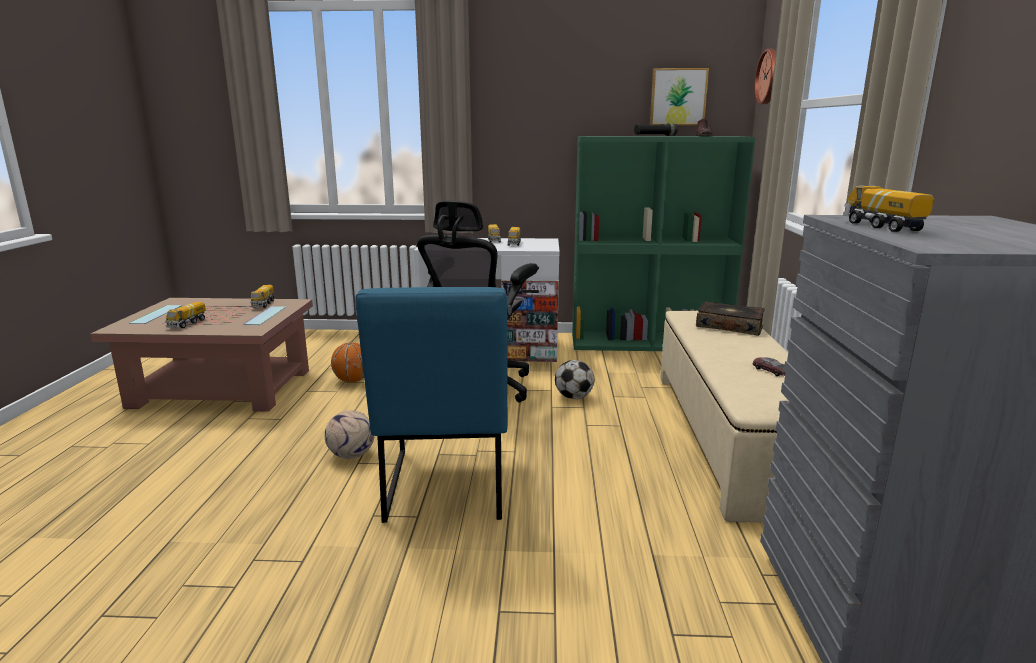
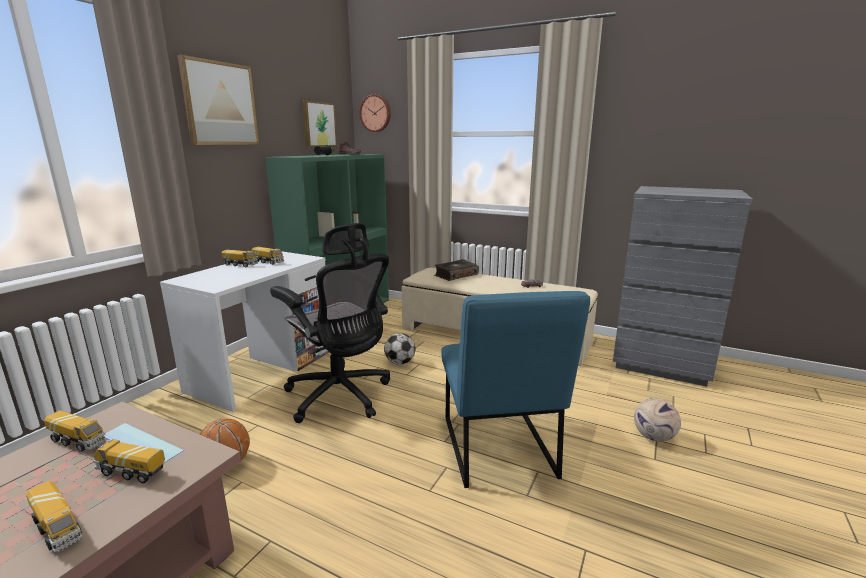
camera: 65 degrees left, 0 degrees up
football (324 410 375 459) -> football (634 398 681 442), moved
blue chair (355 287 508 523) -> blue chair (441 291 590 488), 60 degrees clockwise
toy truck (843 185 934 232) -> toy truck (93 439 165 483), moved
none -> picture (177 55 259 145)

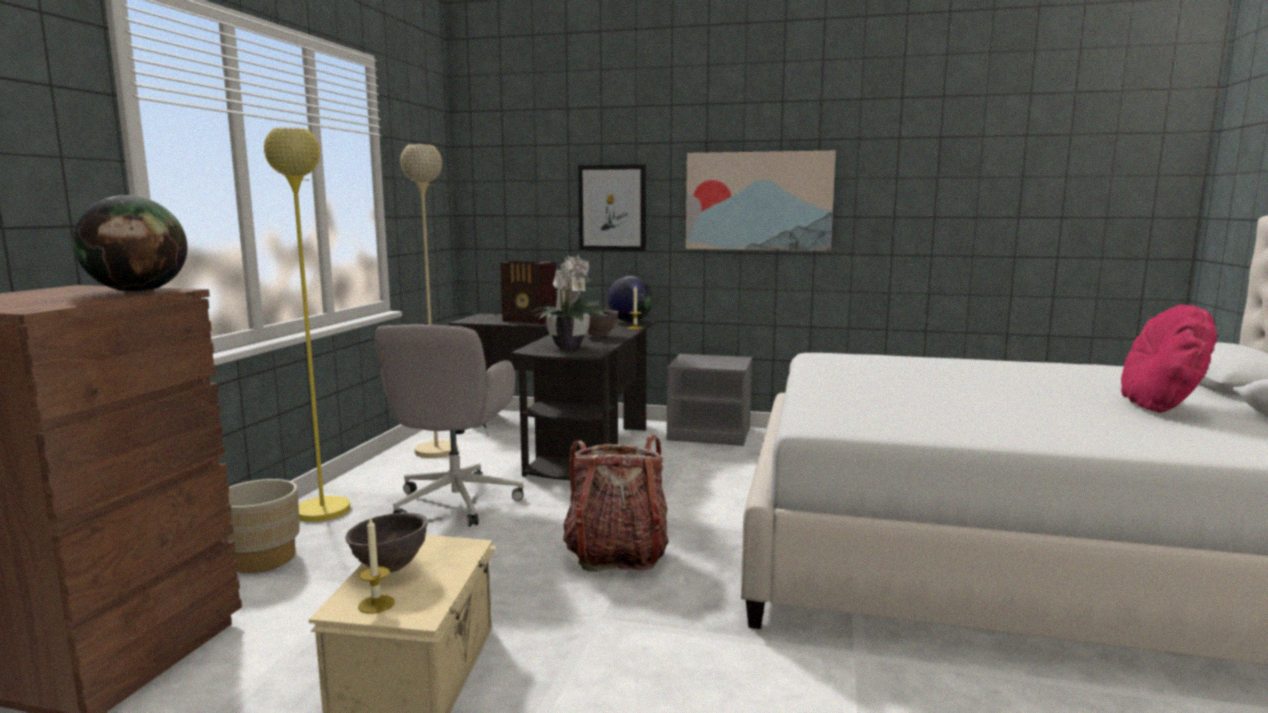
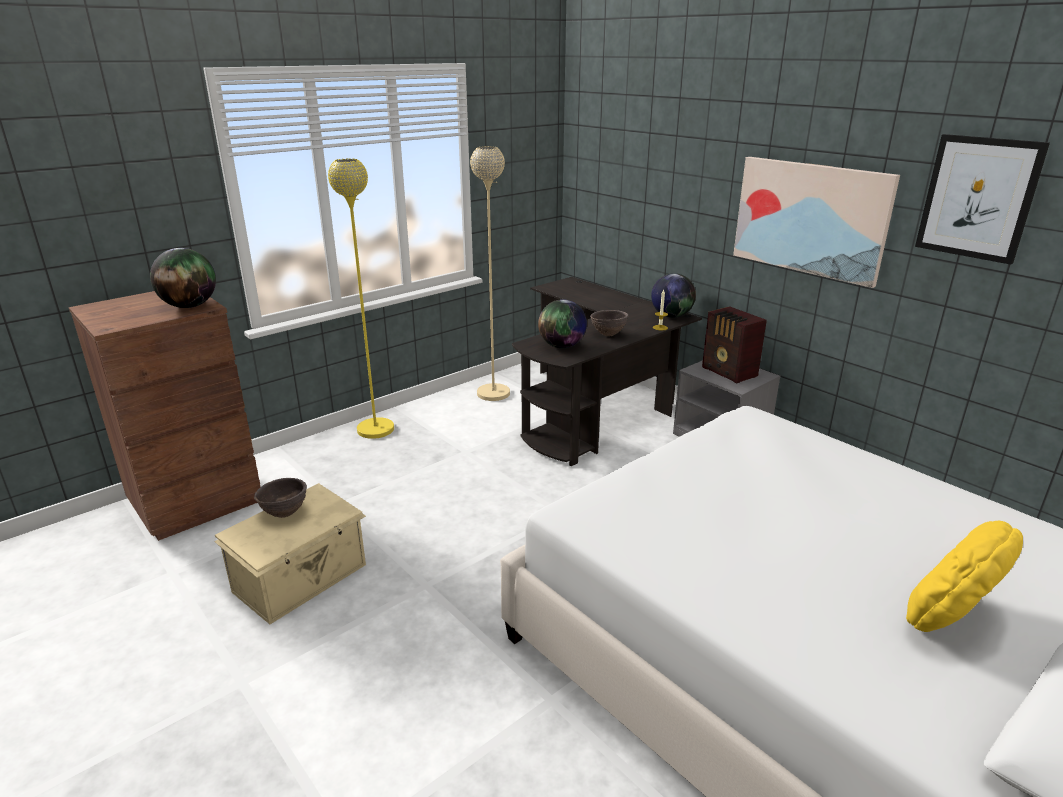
camera: 35 degrees right, 15 degrees up
beige planter (228 479 300 573) -> none
candle (358 517 395 614) -> none
grey office chair (374 324 523 527) -> none
radio (500 260 557 324) -> radio (702 306 767 383), moved
potted plant (531 255 607 350) -> globe (538 299 587 348)
backpack (563 434 669 572) -> none
picture (578 164 646 251) -> picture (915 134 1050 265), moved
pink pillow (1121 305 1217 413) -> yellow pillow (906 521 1023 632)

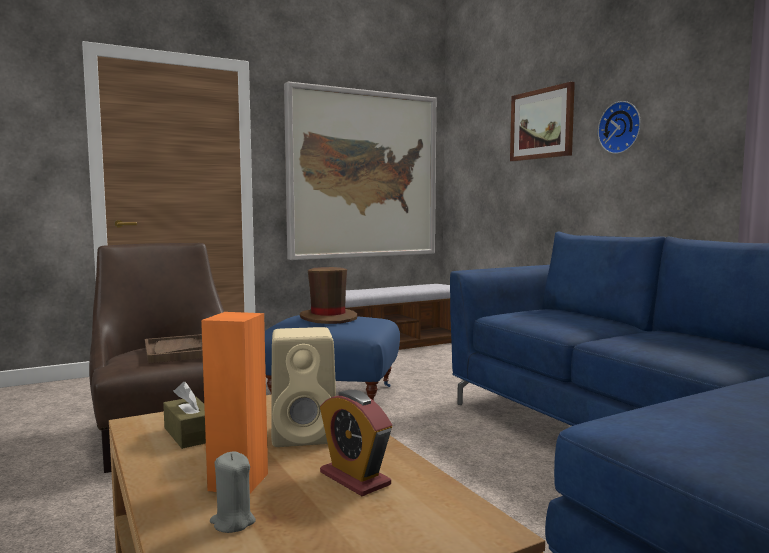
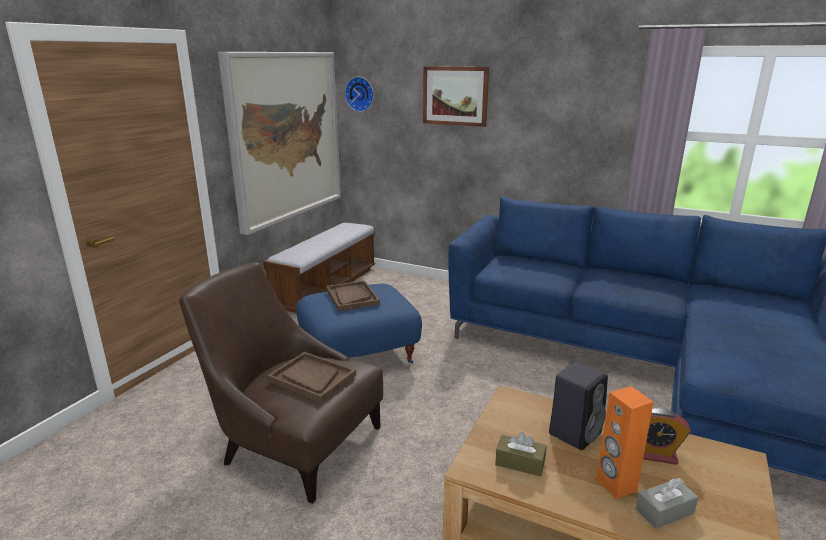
camera: 35 degrees left, 15 degrees up
grey candle (210 451 256 533) -> grey tissue box (636 478 698 529)
beige speaker (271 327 336 447) -> black speaker (549 362 608 450)
brown hat (300 267 357 324) -> brown tray (326 281 380 311)
wall clock (598 101 641 154) -> wall clock (345 77 374 112), moved

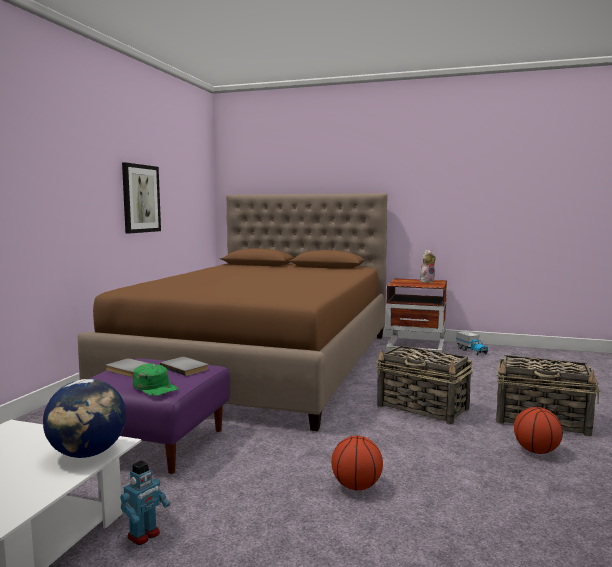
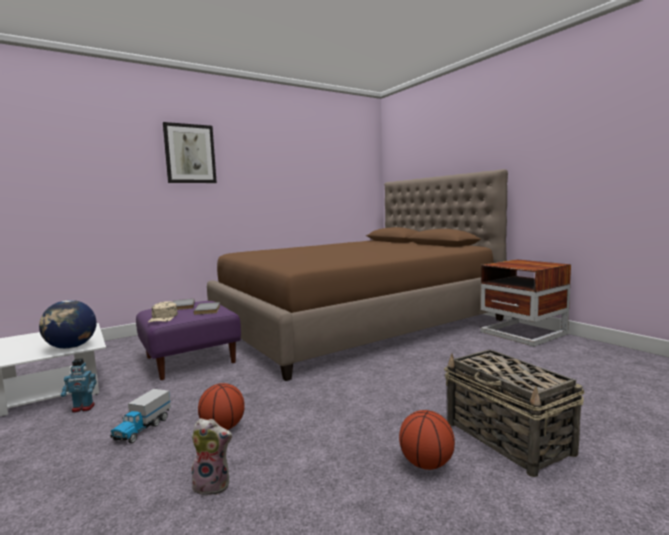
camera: 40 degrees right, 0 degrees up
picture (122 162 161 234) -> picture (163 122 217 183), moved
green cap (133 363 179 396) -> beige cap (148 301 178 323)
basket (376 345 473 425) -> none
plush toy (420 250 436 283) -> plush toy (190 418 232 496), moved
toy truck (456 331 488 355) -> toy truck (110 389 171 443), moved

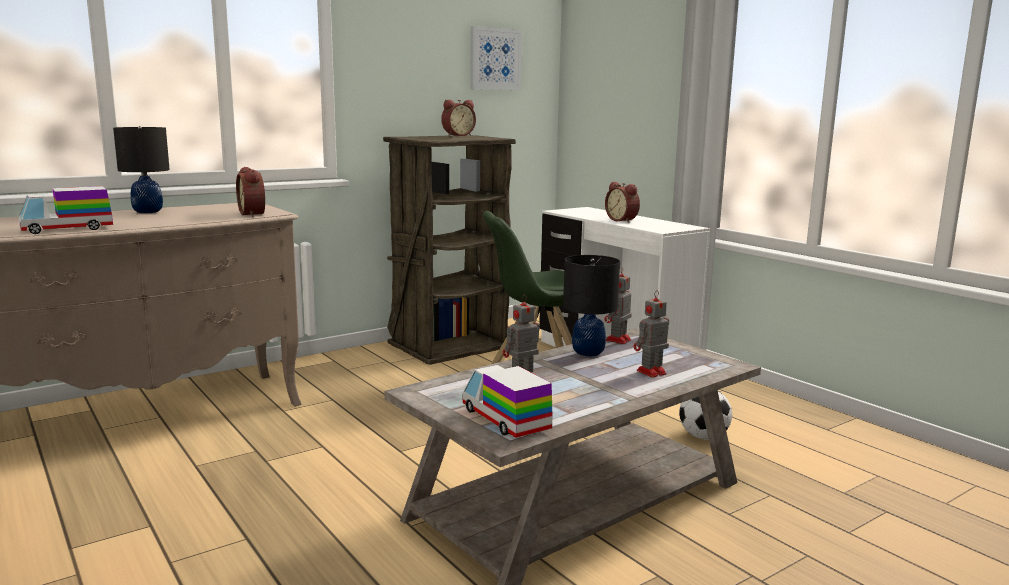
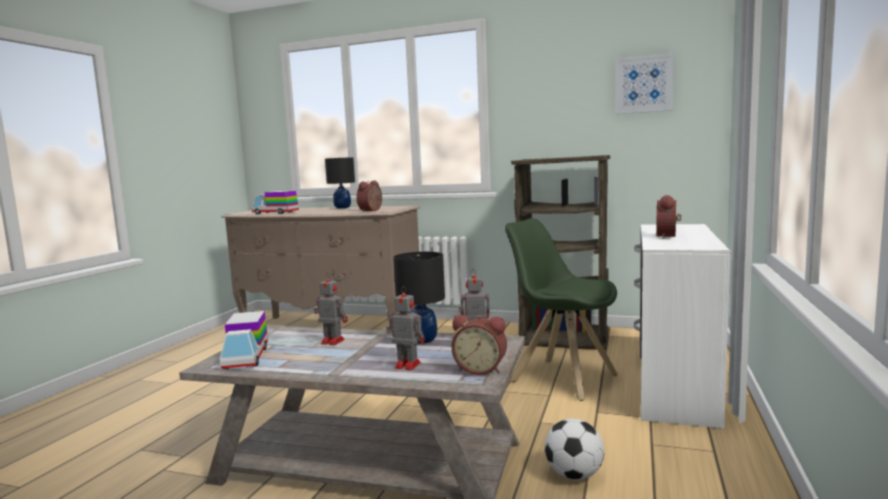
camera: 55 degrees right, 5 degrees down
alarm clock (441 100 476 136) -> alarm clock (452 315 507 375), moved
toy truck (463 365 553 438) -> toy truck (220 311 268 369), 150 degrees clockwise

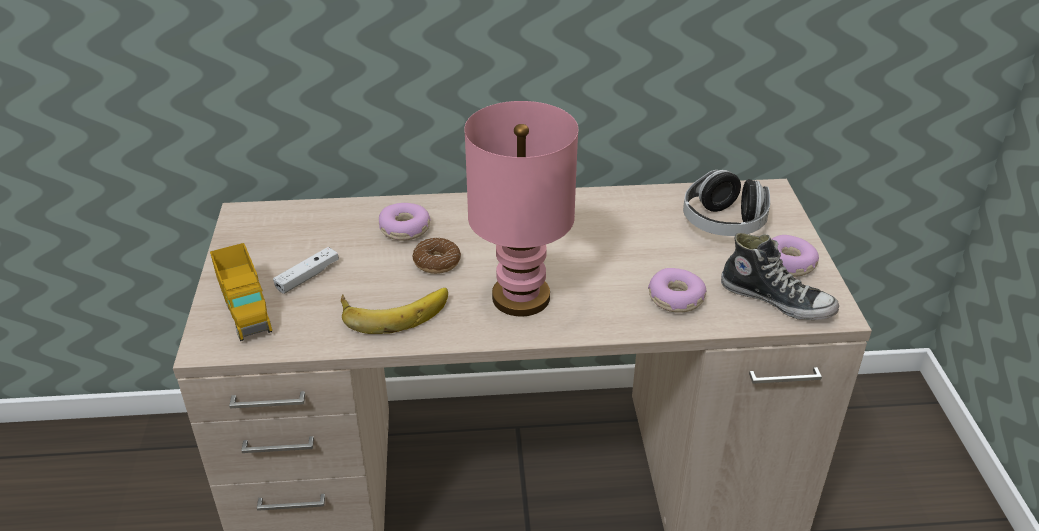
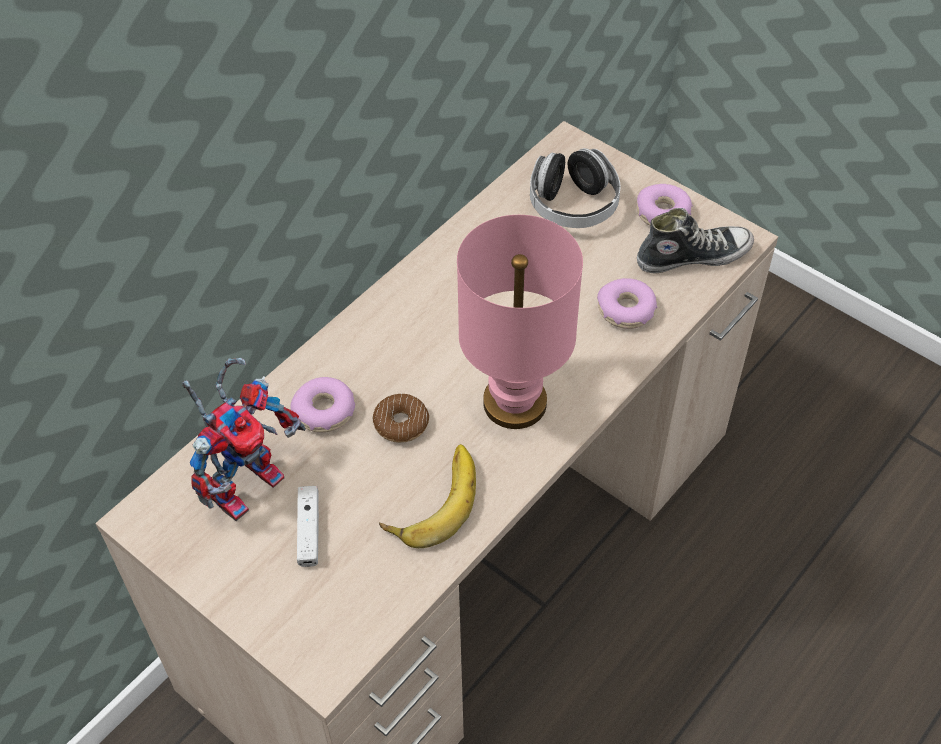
camera: 45 degrees left, 15 degrees up
toy truck (210 243 272 341) -> none
none -> toy robot (182 358 306 521)

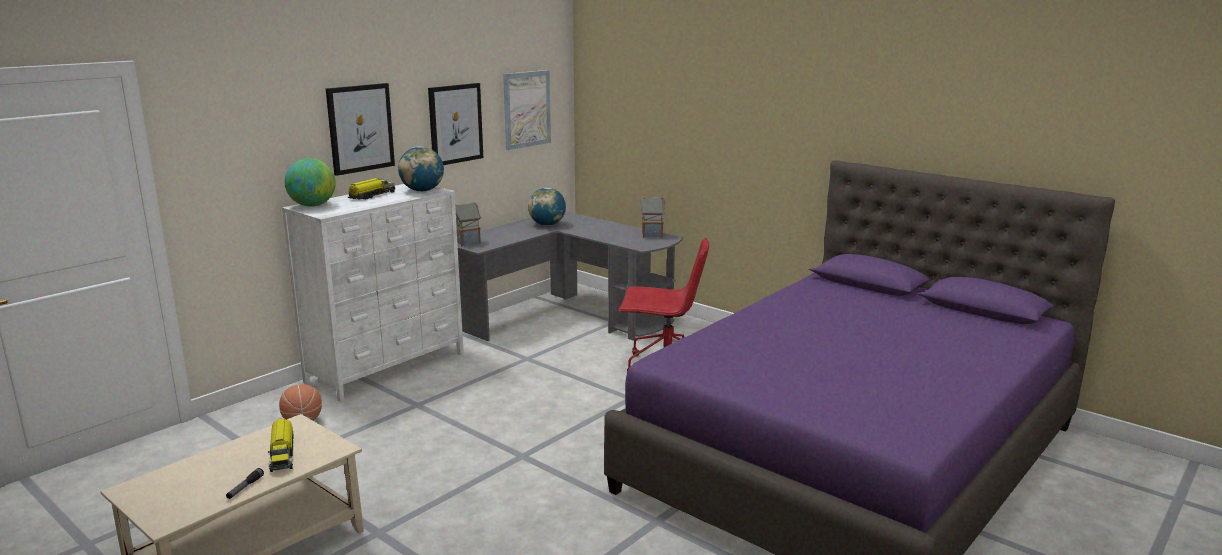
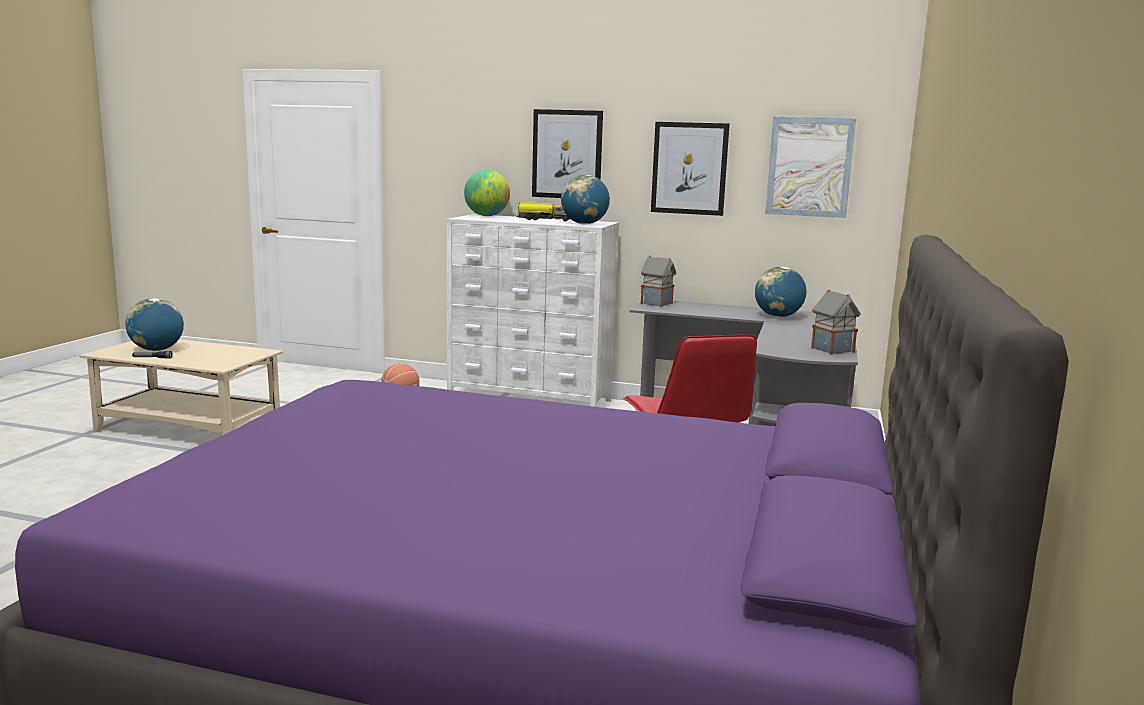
camera: 65 degrees right, 5 degrees down
toy truck (268 418 294 472) -> none
none -> globe (126 298 184 351)

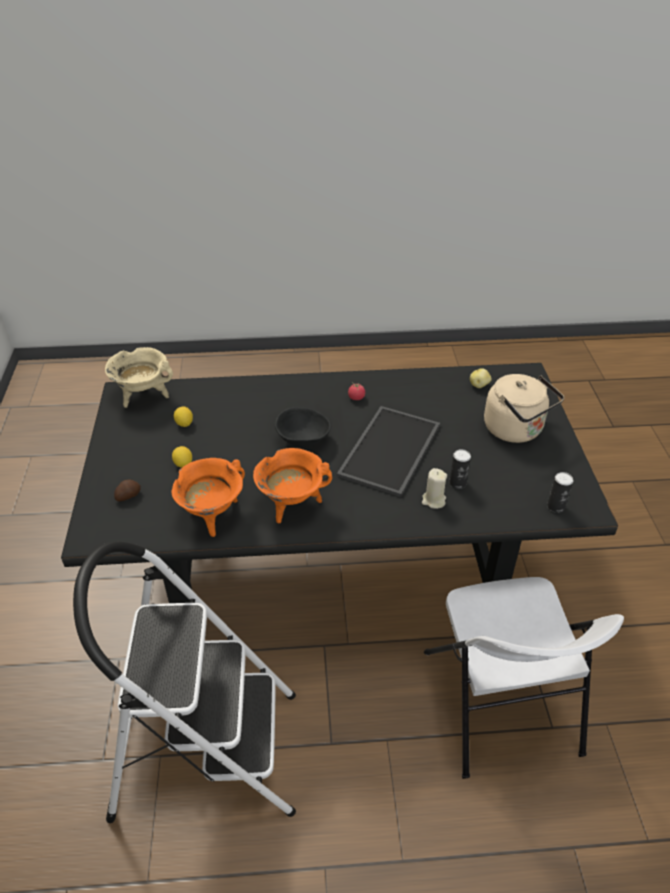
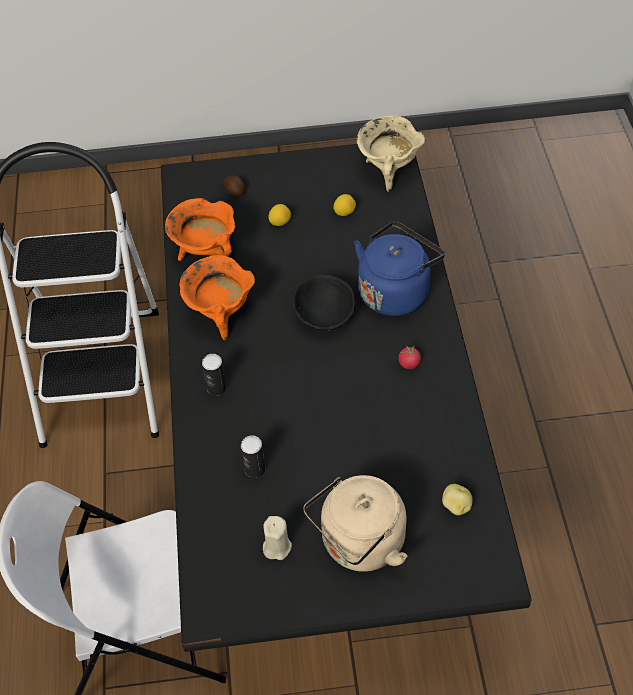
camera: 90 degrees right, 10 degrees up
tray (337 406 440 497) -> none
beige candle (422 468 447 509) -> beige candle (263 516 292 560), moved
can (547 472 573 513) -> can (202 354 227 396), moved
none -> blue kettle (354 221 445 316)

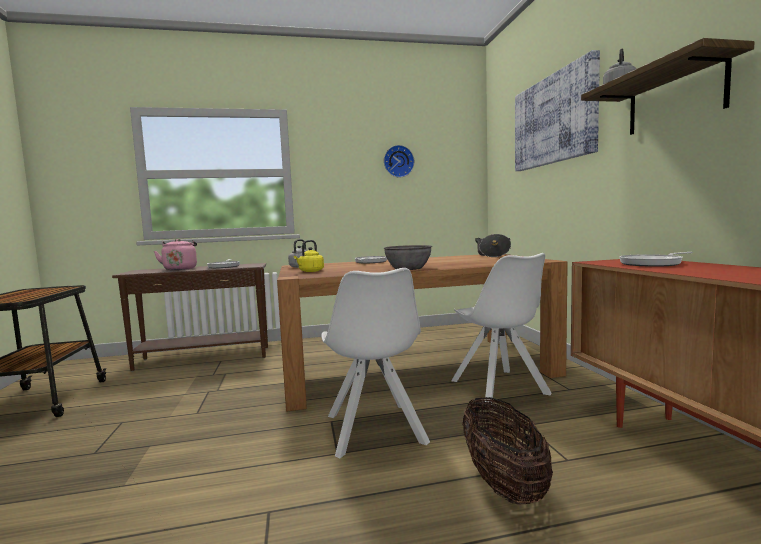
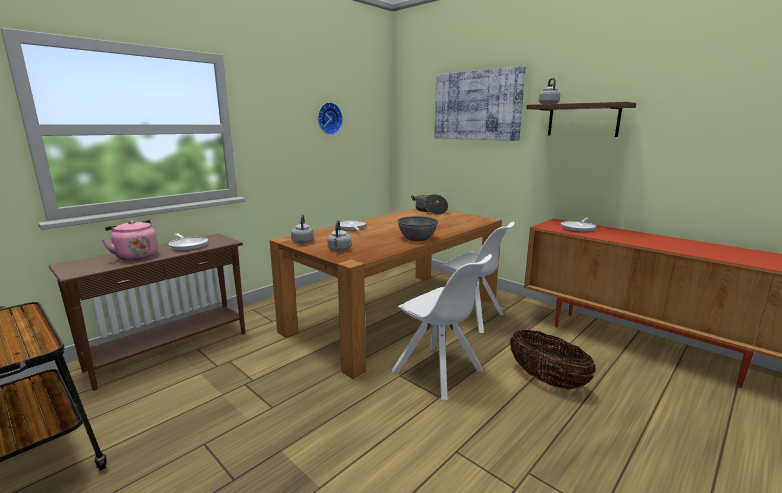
camera: 35 degrees left, 10 degrees up
yellow kettle (294 240 324 272) -> grey kettle (328 220 351 251)

